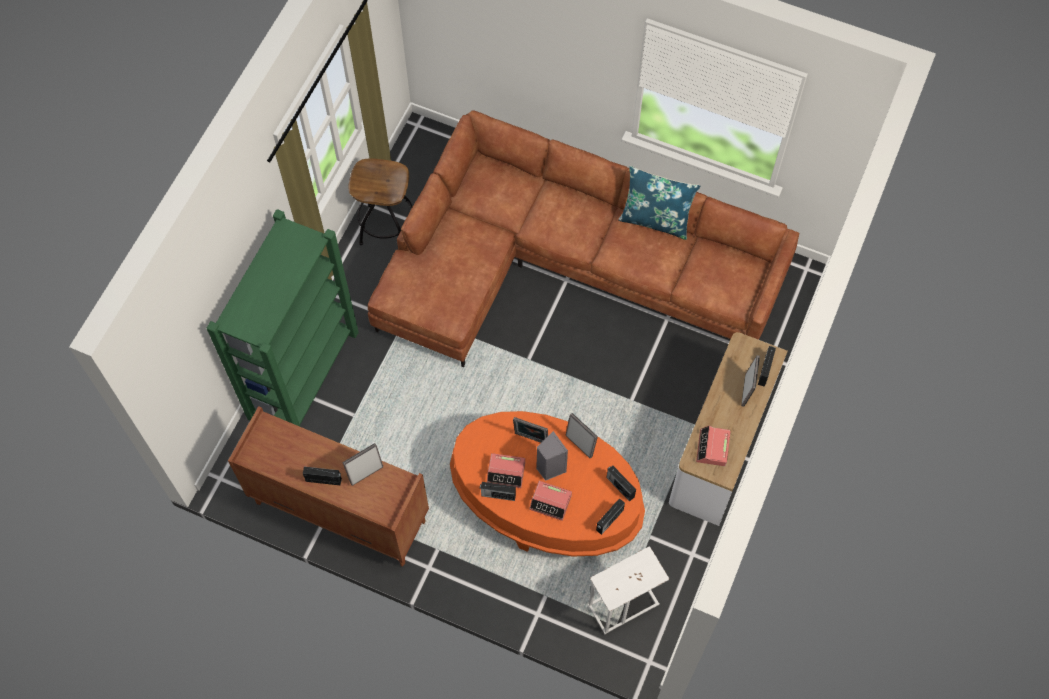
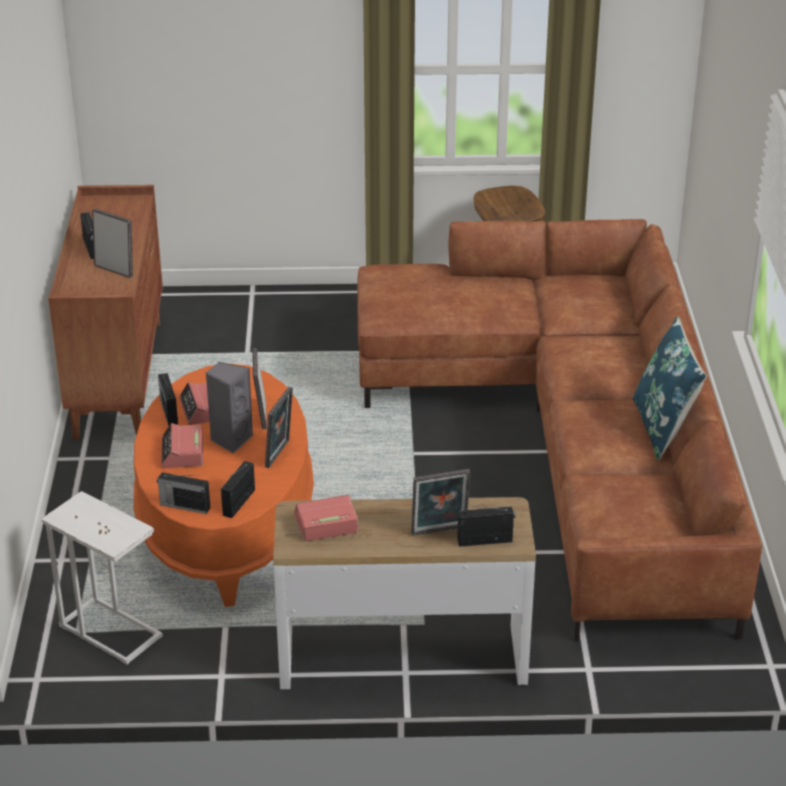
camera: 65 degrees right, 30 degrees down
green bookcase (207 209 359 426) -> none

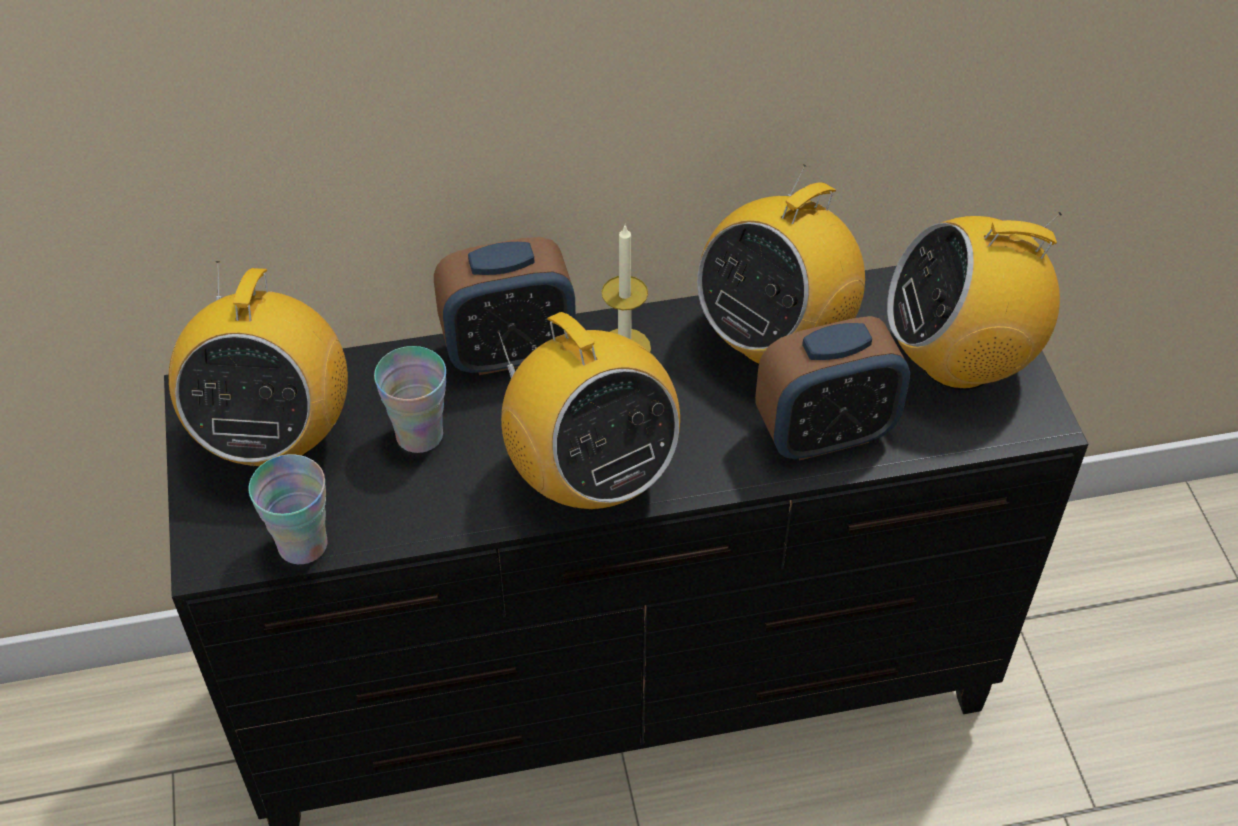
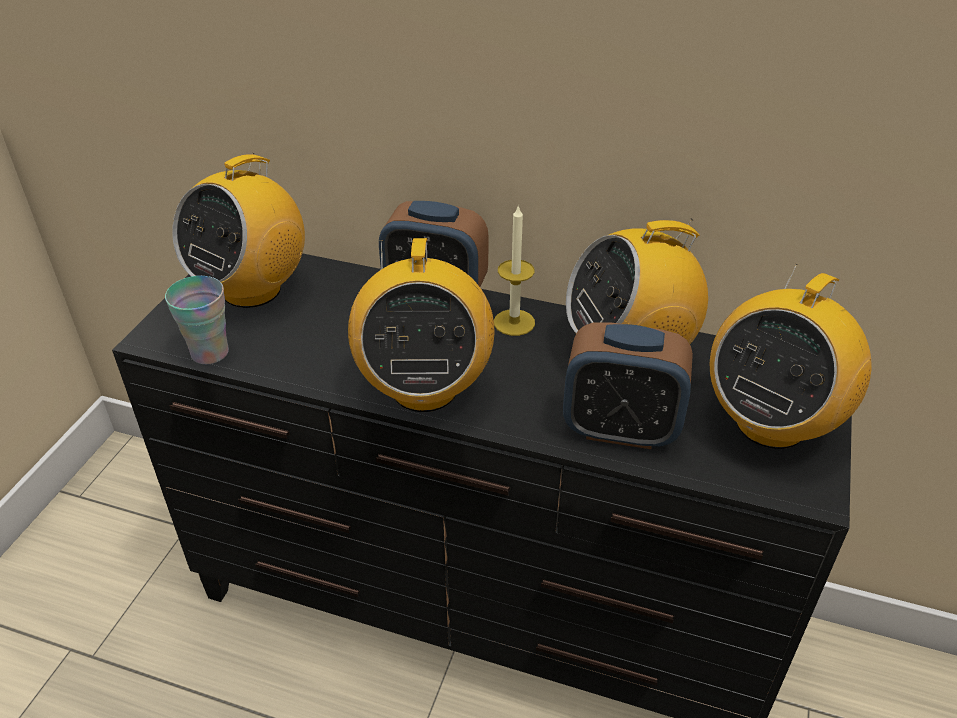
camera: 30 degrees right, 10 degrees down
cup (374 346 446 453) -> none
radio (887 212 1062 390) -> radio (710 264 871 449), 75 degrees counterclockwise

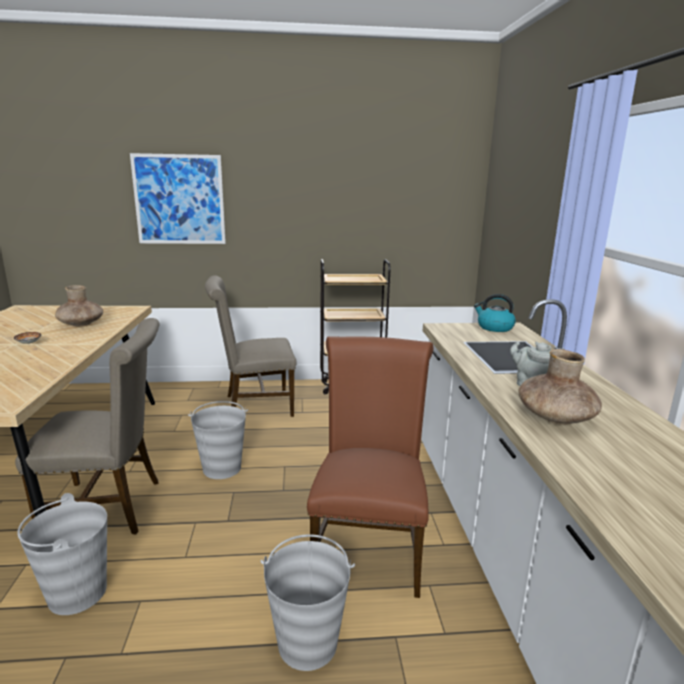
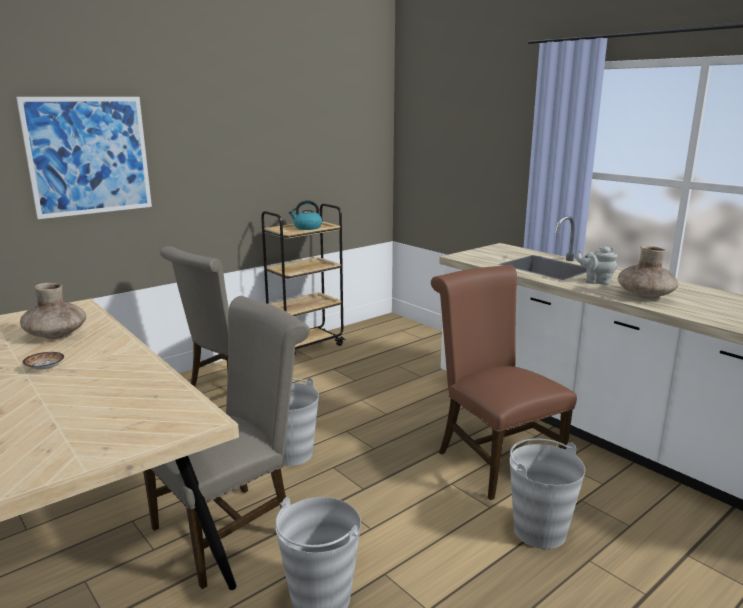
camera: 35 degrees left, 0 degrees up
kettle (474 294 516 332) -> kettle (289 200 322 230), moved

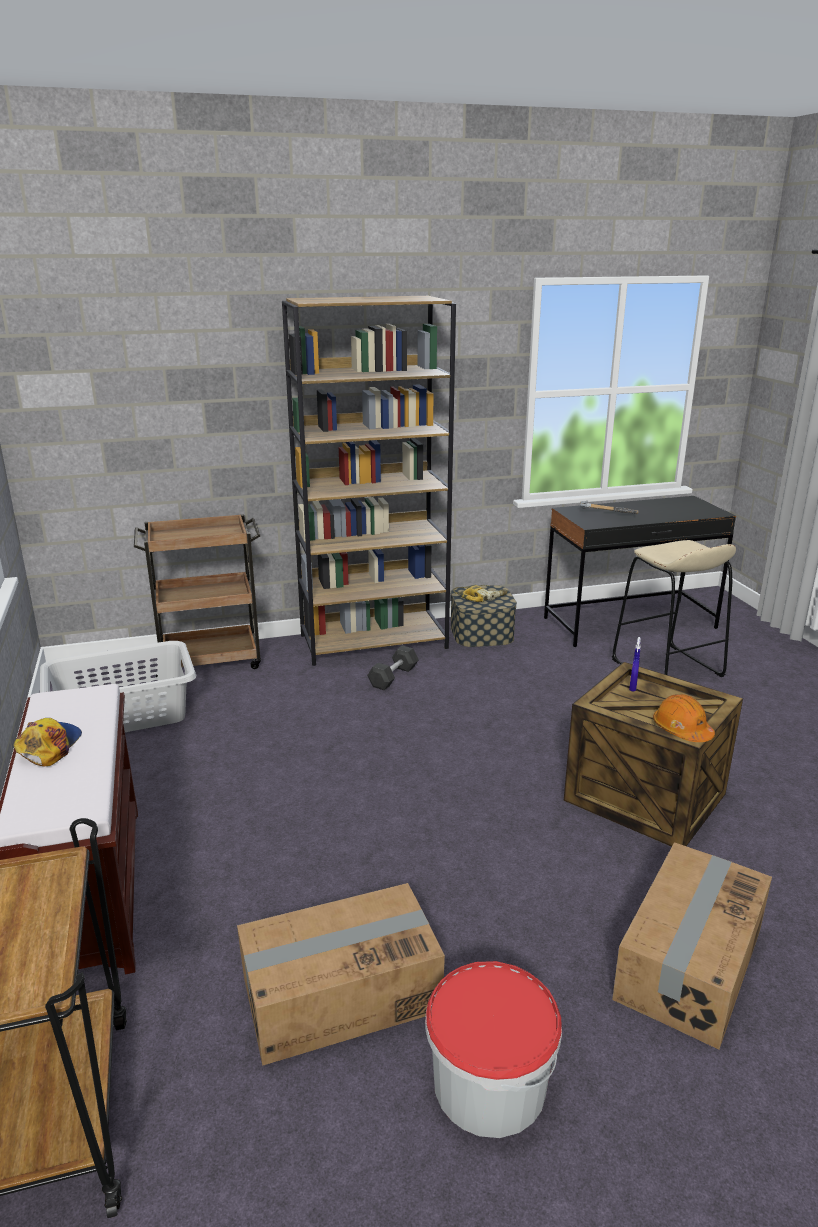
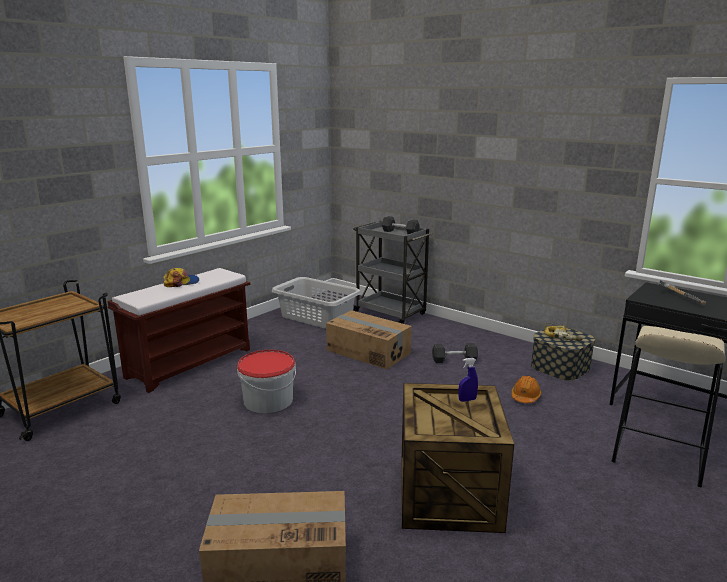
camera: 55 degrees right, 5 degrees down
brown cart (134 514 261 677) -> grey cart (353 221 433 324)
cardboard box (237 883 445 1066) -> cardboard box (326 310 412 369), moved
brown bookcase (282 296 456 666) -> none
bucket (425 961 562 1138) -> bucket (237 350 296 413), moved
orange hard hat (653 694 715 742) -> orange hard hat (512 376 541 403), moved
none -> grey dumbbell (382 216 420 234)

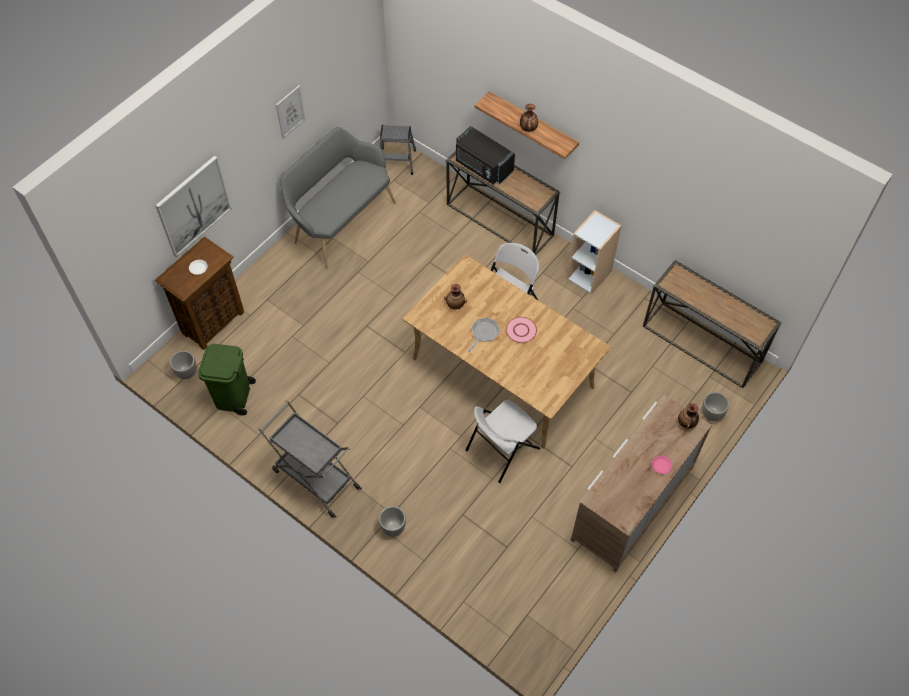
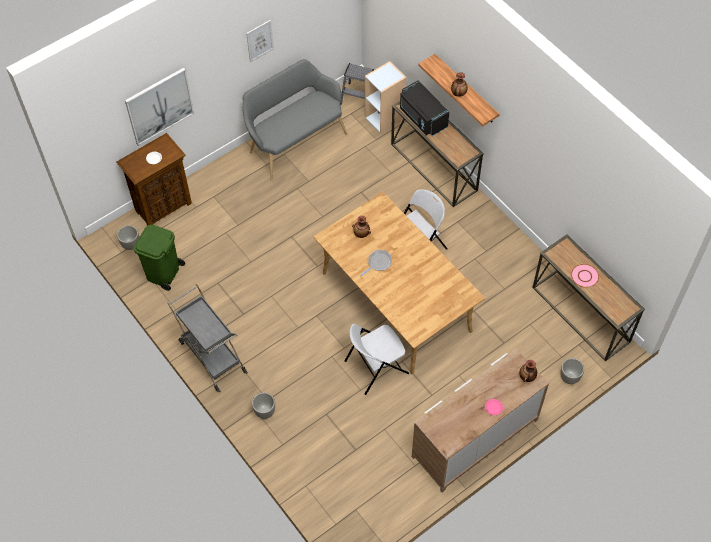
camera: 15 degrees right, 0 degrees up
pink plate (506 317 537 343) -> pink plate (571 264 599 288), moved
bookcase (567 210 621 294) -> bookcase (365 61 407 134), moved

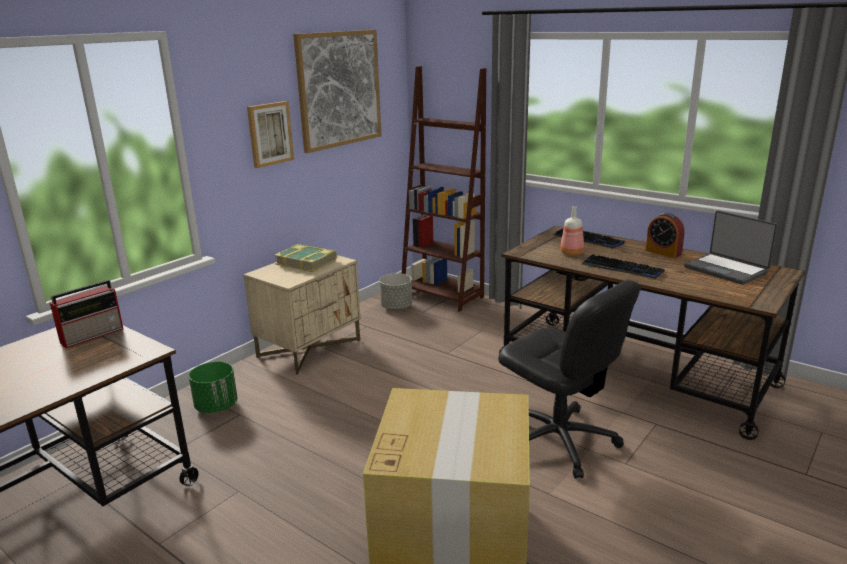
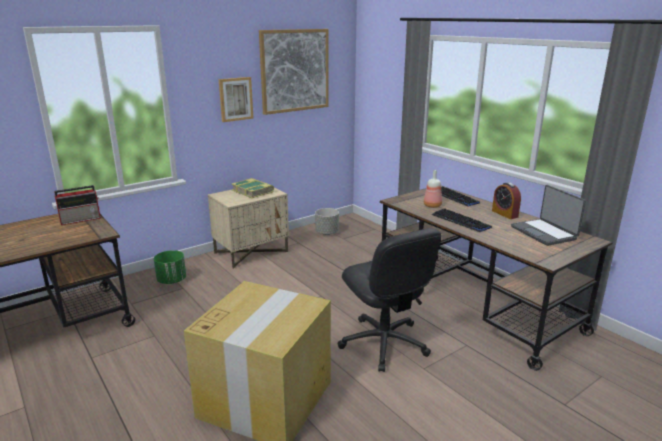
camera: 15 degrees right, 0 degrees up
brown bookcase (402 66 486 312) -> none

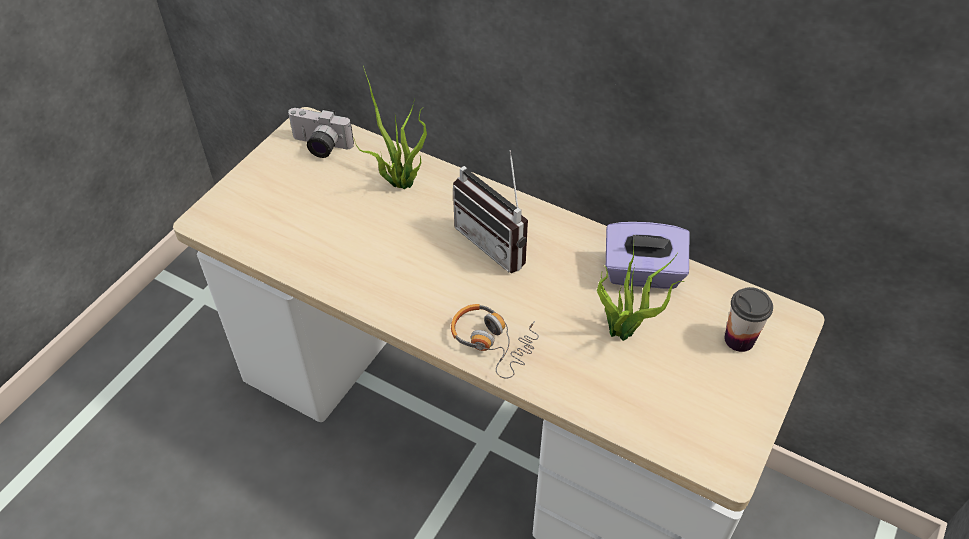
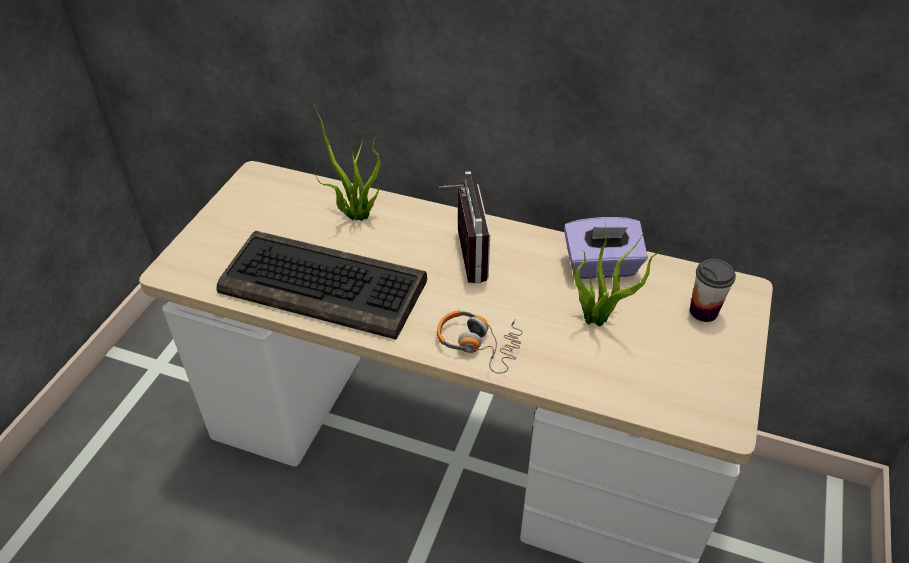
camera: 10 degrees left, 5 degrees down
photo camera (287 108 354 158) -> none
radio (453 150 528 273) -> radio (439 171 490 284), 135 degrees counterclockwise
none -> keyboard (217 231 427 340)

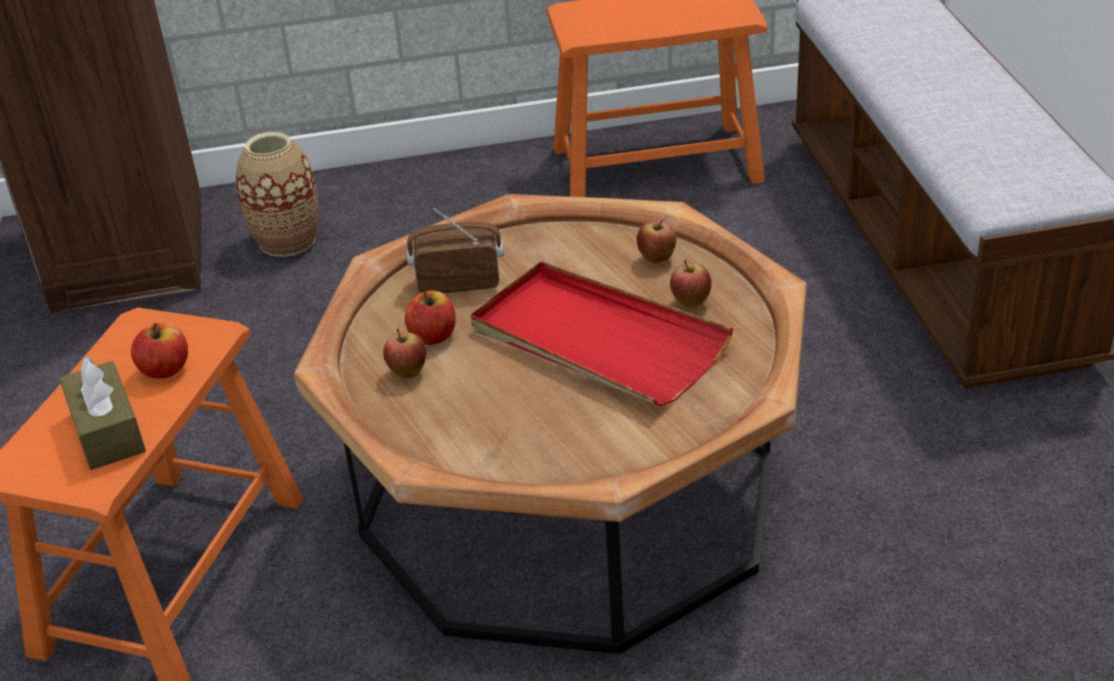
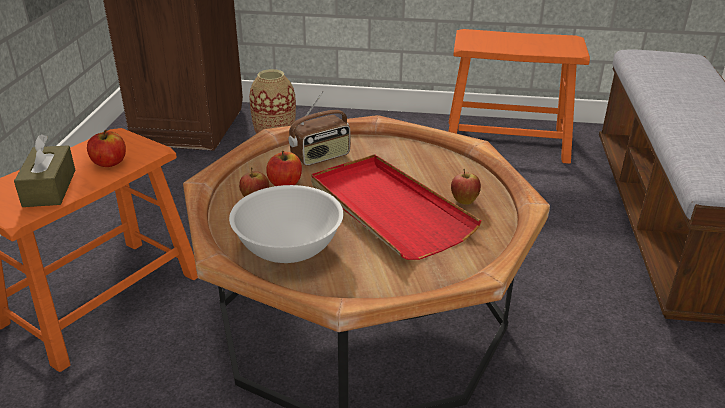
camera: 15 degrees right, 5 degrees down
radio (407 208 504 293) -> radio (288 91 350 166), 135 degrees clockwise
apple (637 220 676 264) -> none
none -> white bowl (229 185 343 263)

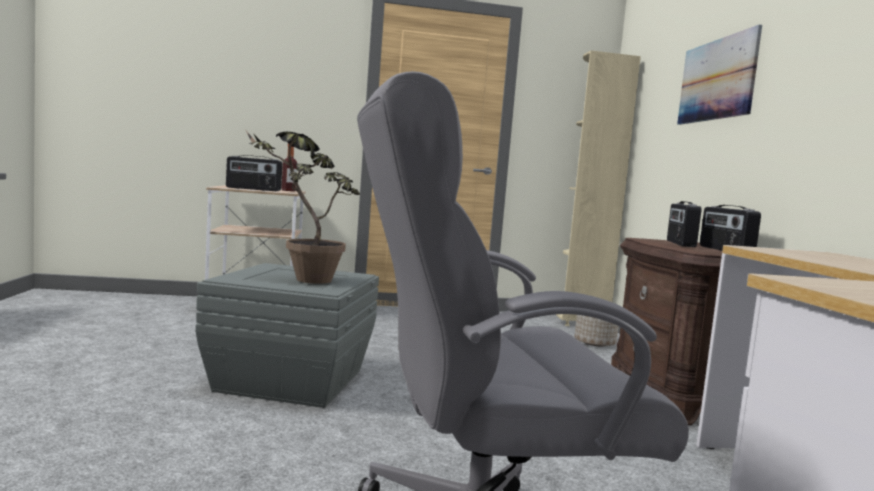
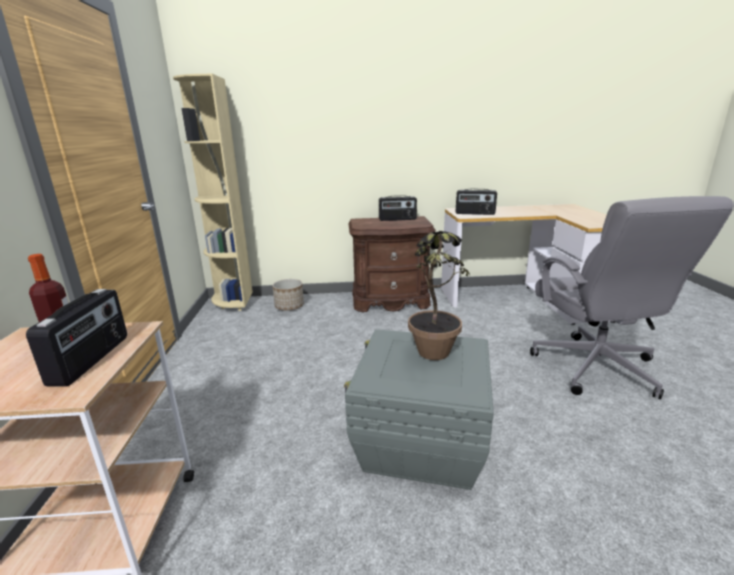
camera: 85 degrees left, 15 degrees up
radio (667 201 702 247) -> radio (455 188 497 215), moved
picture (677 25 762 125) -> none

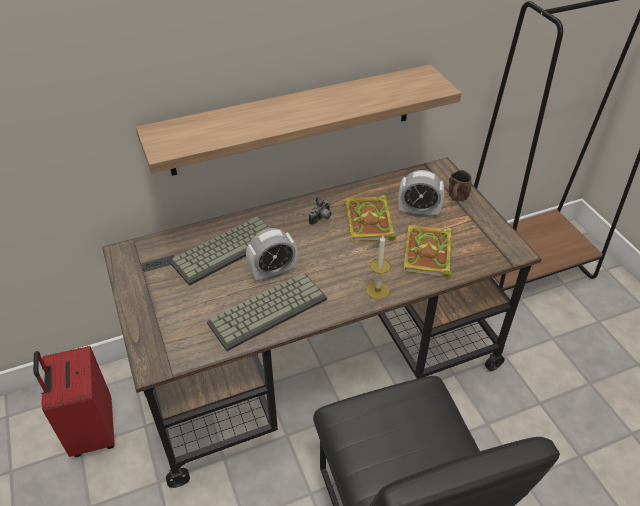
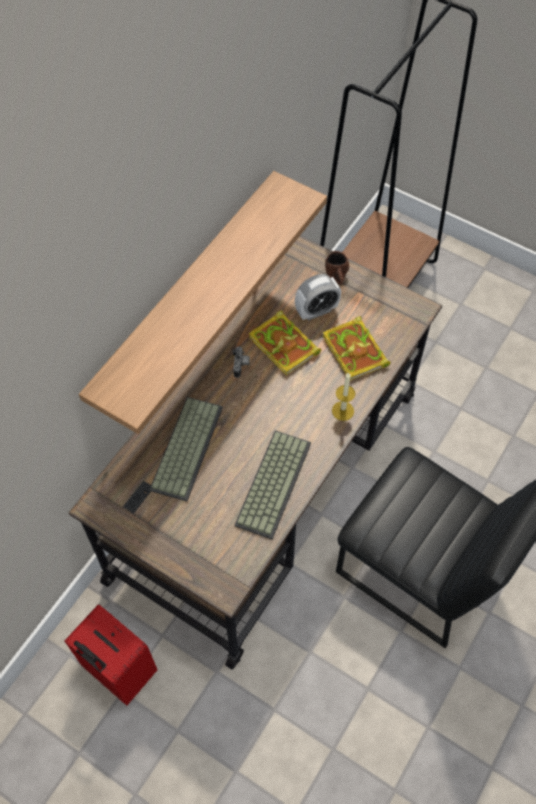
camera: 35 degrees left, 15 degrees up
alarm clock (246 228 297 282) -> none

